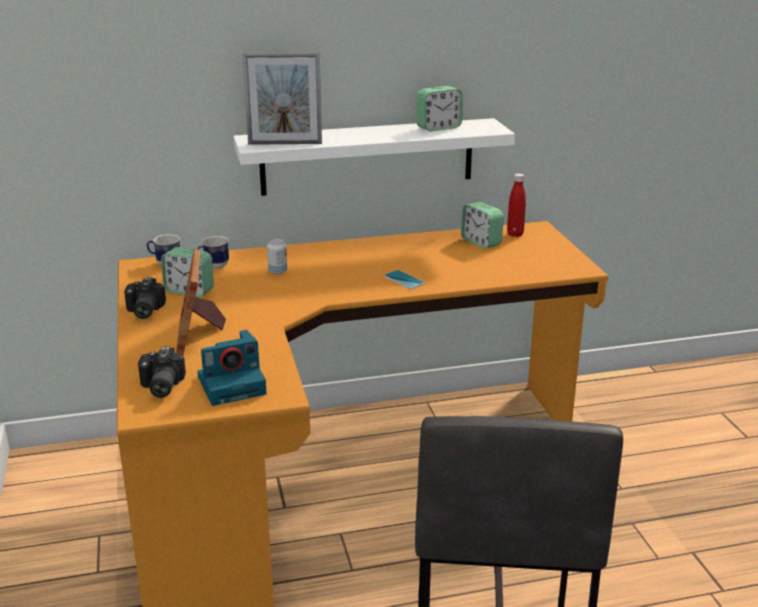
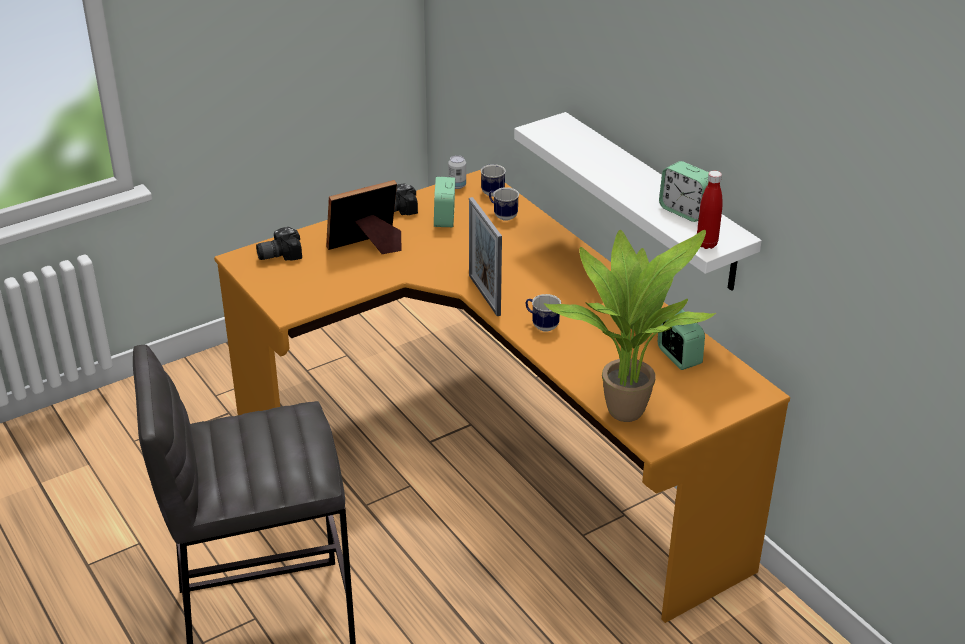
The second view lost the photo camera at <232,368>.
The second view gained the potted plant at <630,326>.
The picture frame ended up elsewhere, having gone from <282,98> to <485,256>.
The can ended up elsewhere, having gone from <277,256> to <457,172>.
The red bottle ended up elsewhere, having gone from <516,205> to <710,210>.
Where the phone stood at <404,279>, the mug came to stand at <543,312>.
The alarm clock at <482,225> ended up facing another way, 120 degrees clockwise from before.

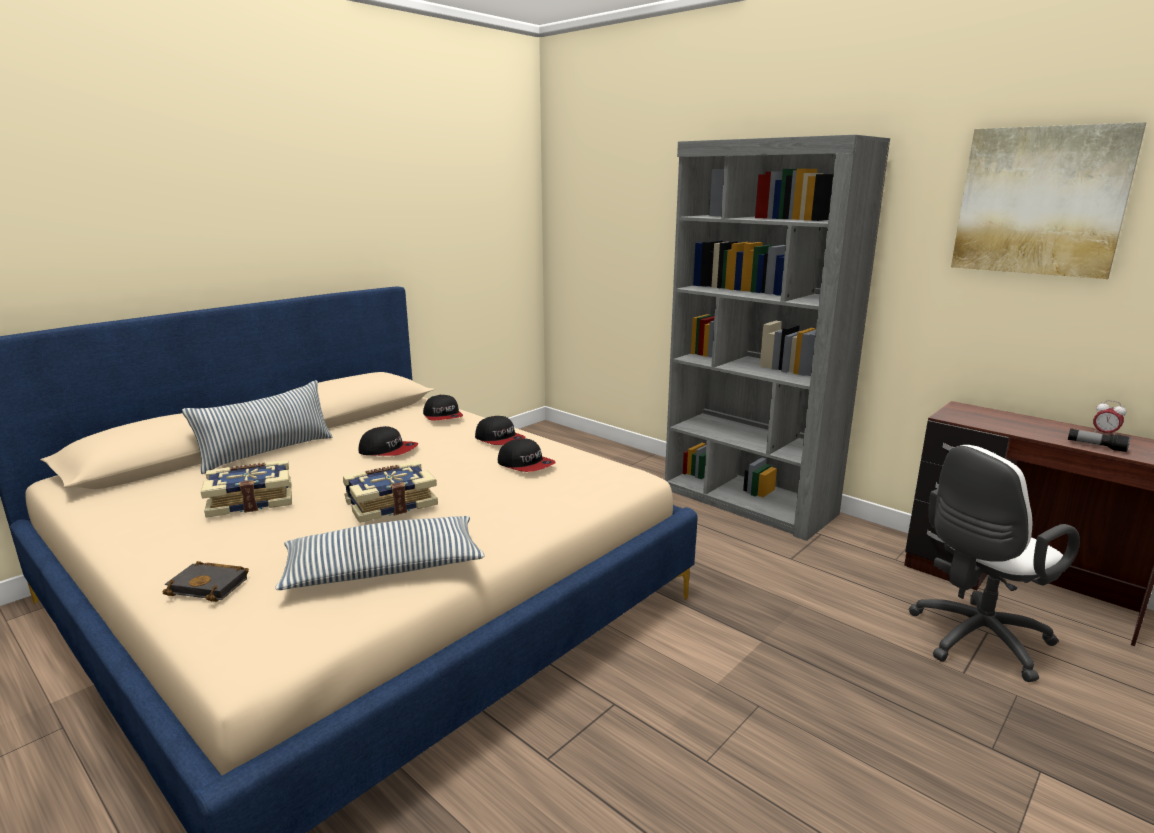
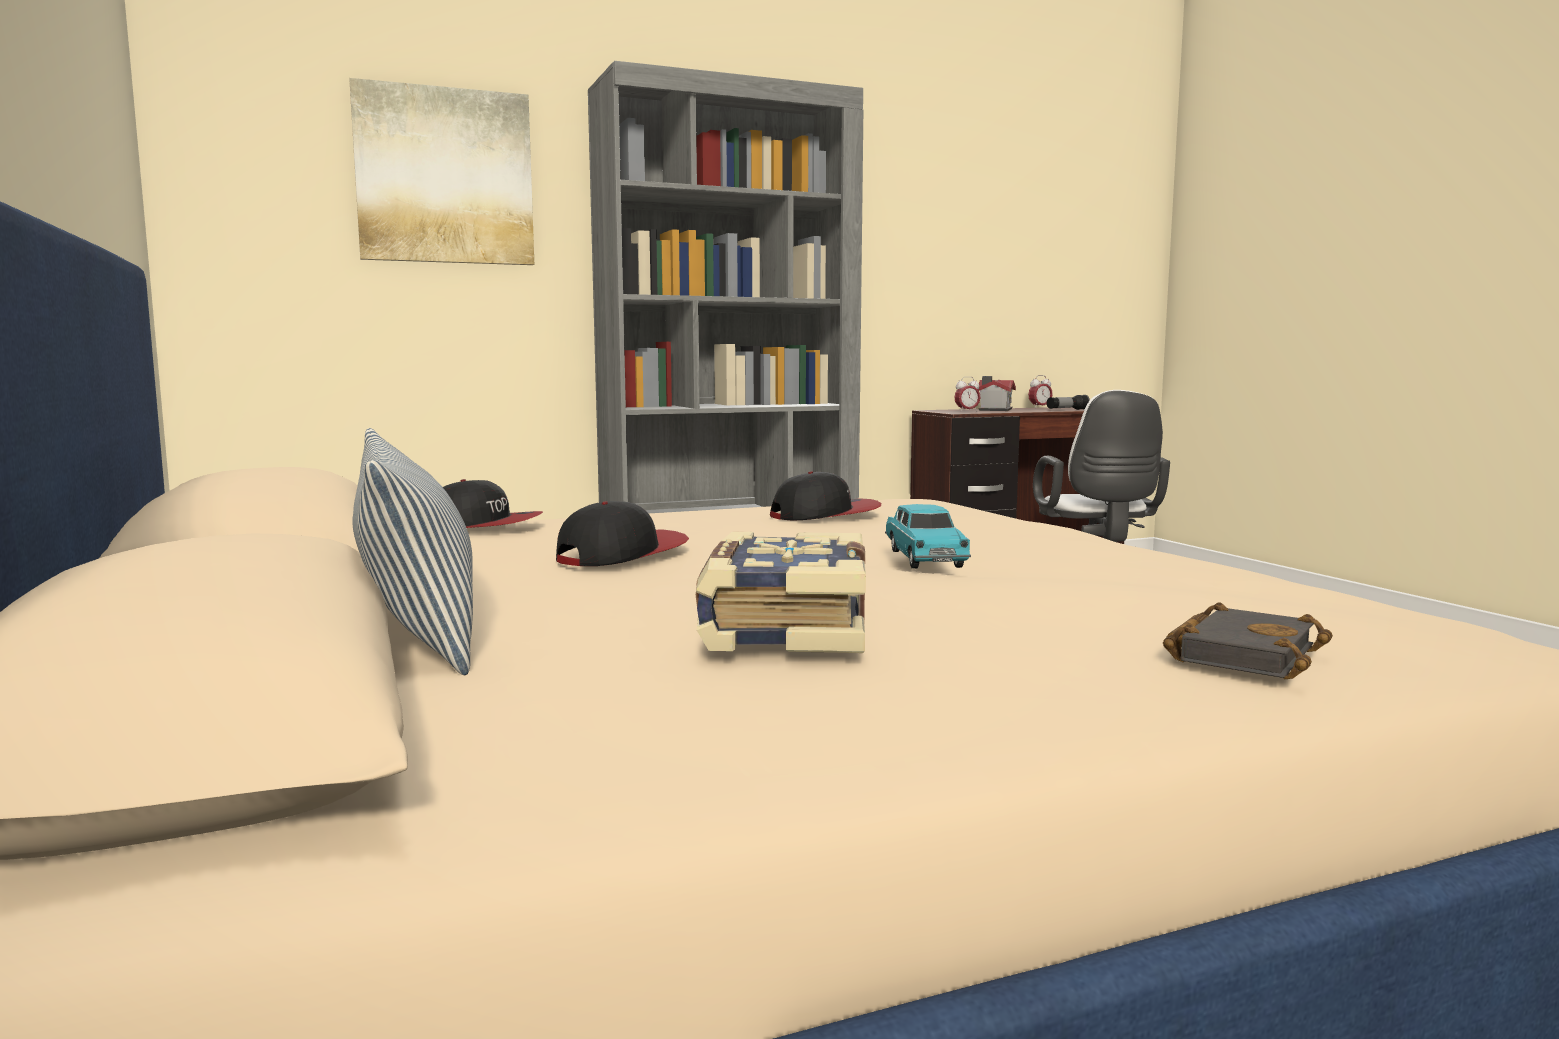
The second view lost the pillow at <379,553>.
The second view lost the cap at <500,430>.
The second view gained the alarm clock at <967,394>.
The second view gained the toy house at <997,393>.
The picture ended up elsewhere, having gone from <1048,200> to <441,171>.
Where the book stood at <390,492>, the turquoise toy car came to stand at <928,536>.

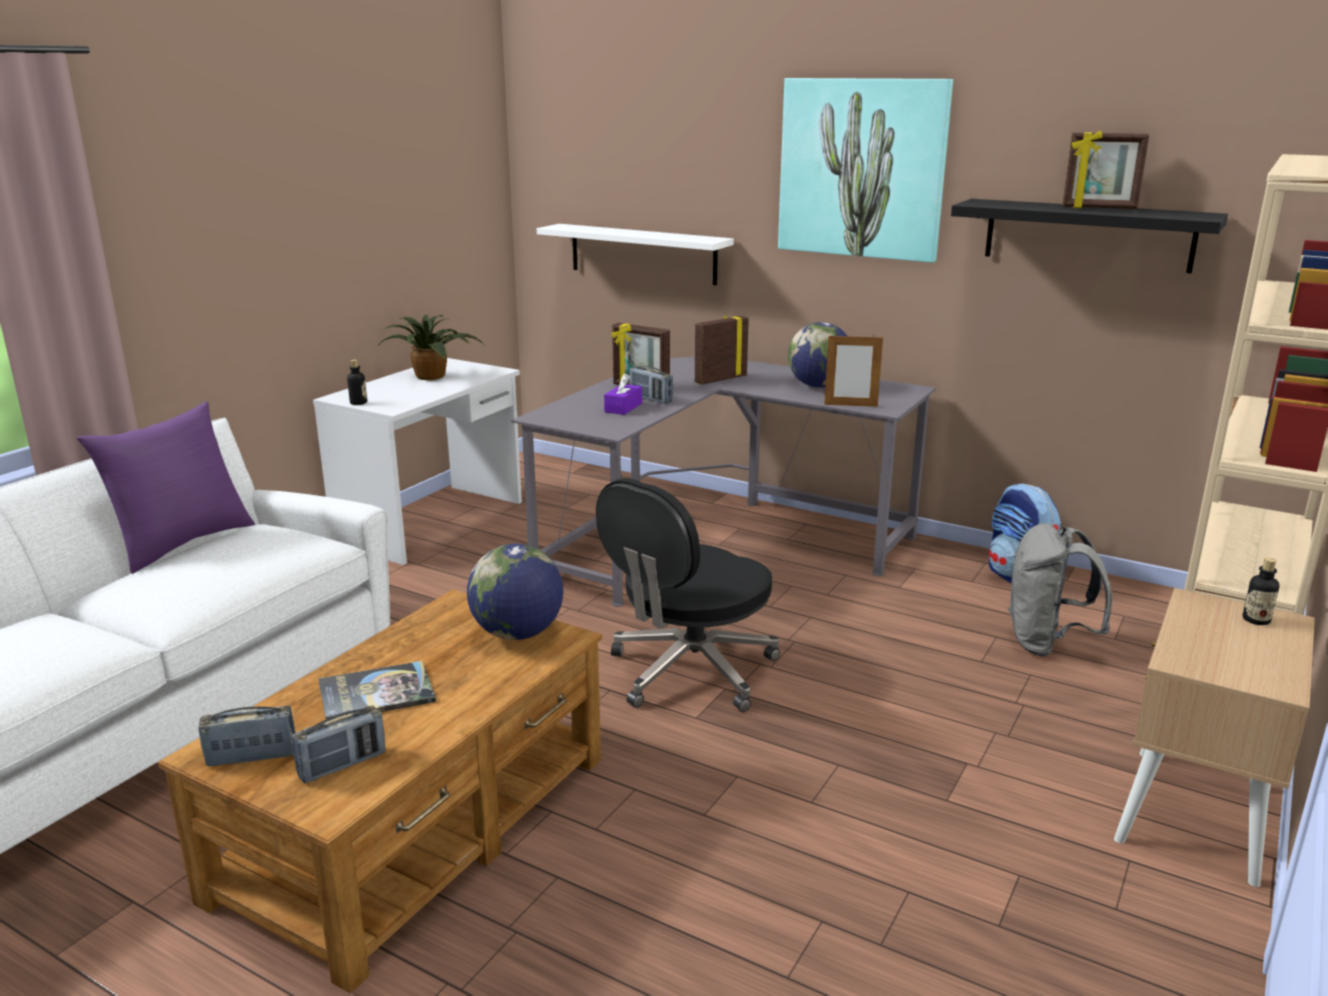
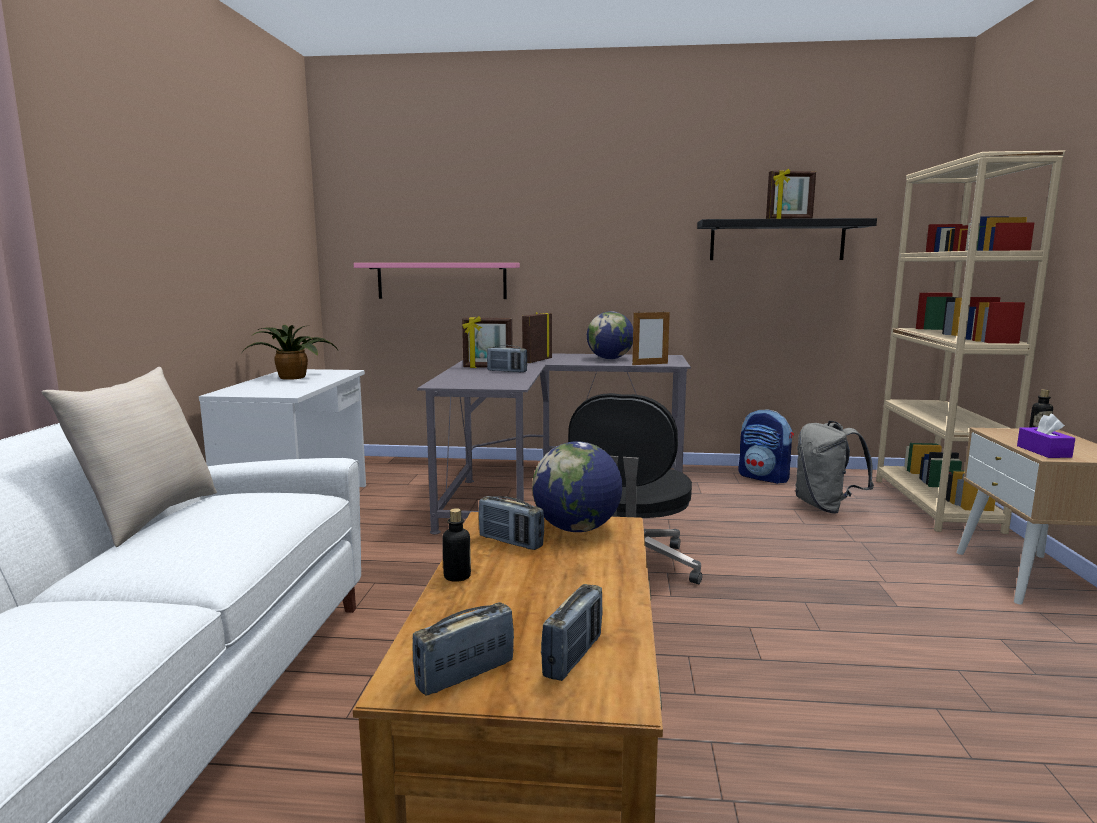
The second view lost the book at <377,690>.
The second view lost the picture at <865,170>.
The second view gained the radio at <511,523>.
The bottle ended up elsewhere, having gone from <357,382> to <456,545>.
The purple tissue box ended up elsewhere, having gone from <623,394> to <1046,436>.
What was the purple pillow at <165,487> turned into the beige pillow at <129,457>.
What was the white shelf at <635,254> turned into the pink shelf at <437,281>.

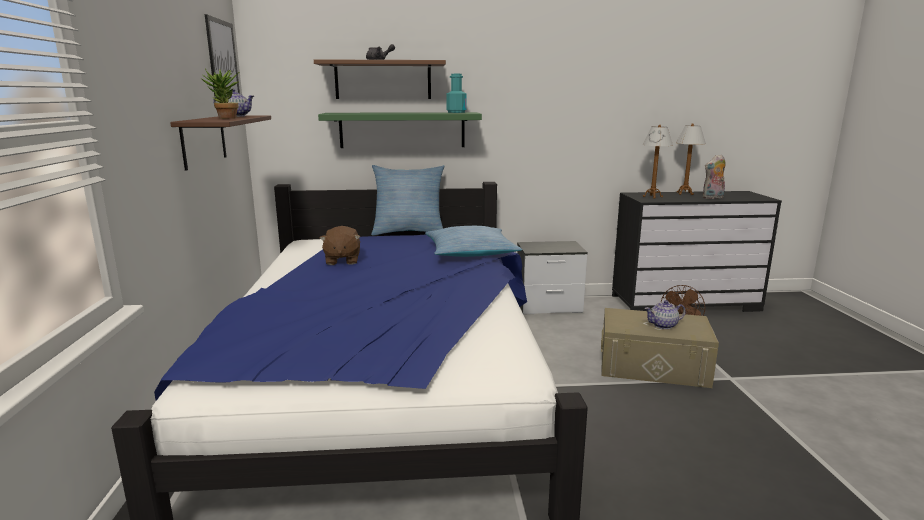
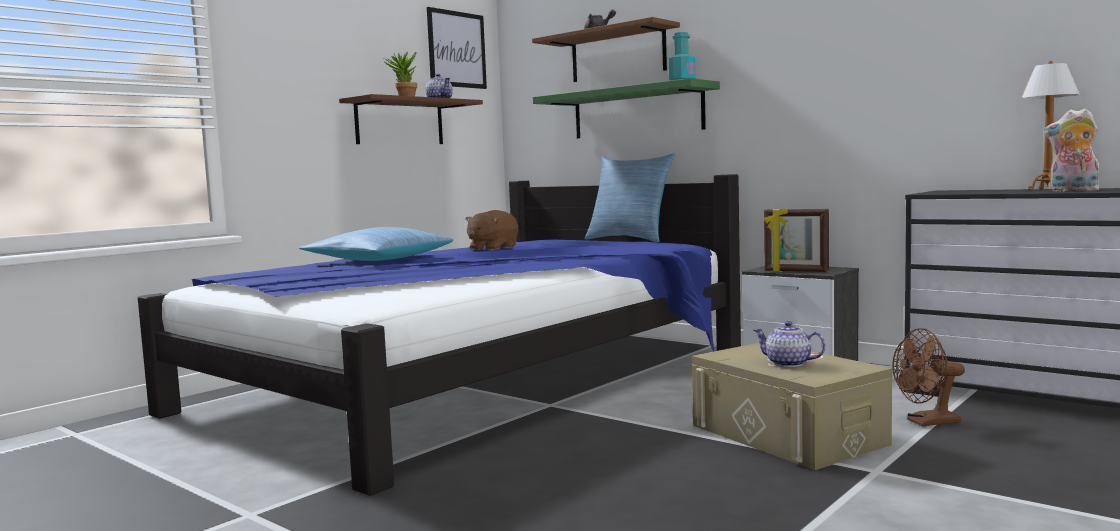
The second view lost the table lamp at <658,161>.
The second view gained the picture frame at <796,239>.
The pillow ended up elsewhere, having gone from <473,241> to <376,244>.

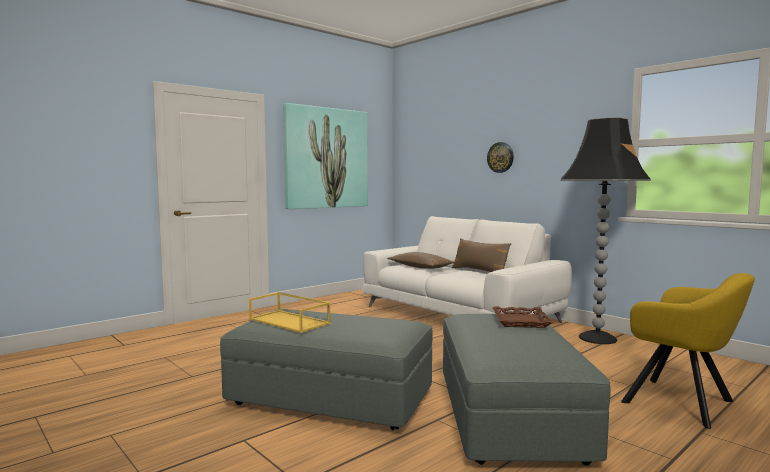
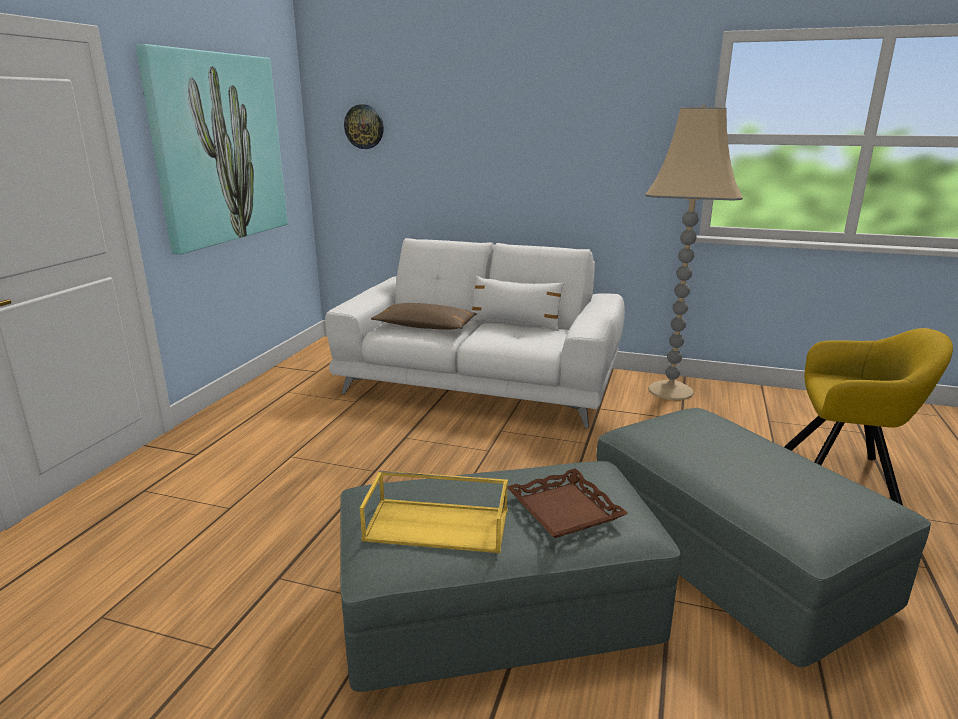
The wall clock ended up elsewhere, having gone from <500,157> to <364,126>.
The brown tray ended up elsewhere, having gone from <522,317> to <567,503>.
What was the brown pillow at <481,255> turned into the white pillow at <517,303>.
What was the black floor lamp at <605,230> turned into the beige floor lamp at <694,252>.

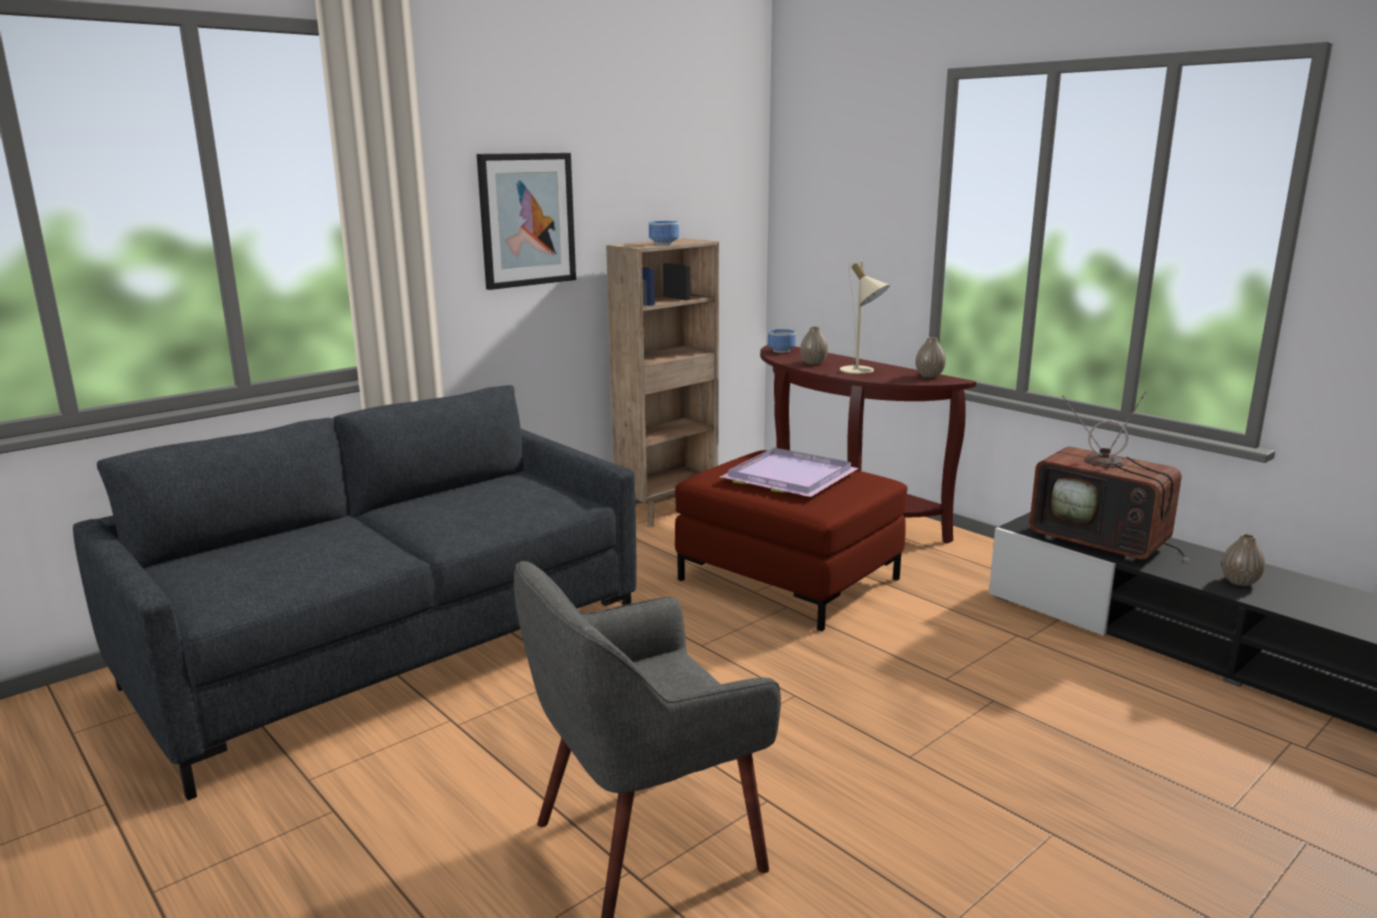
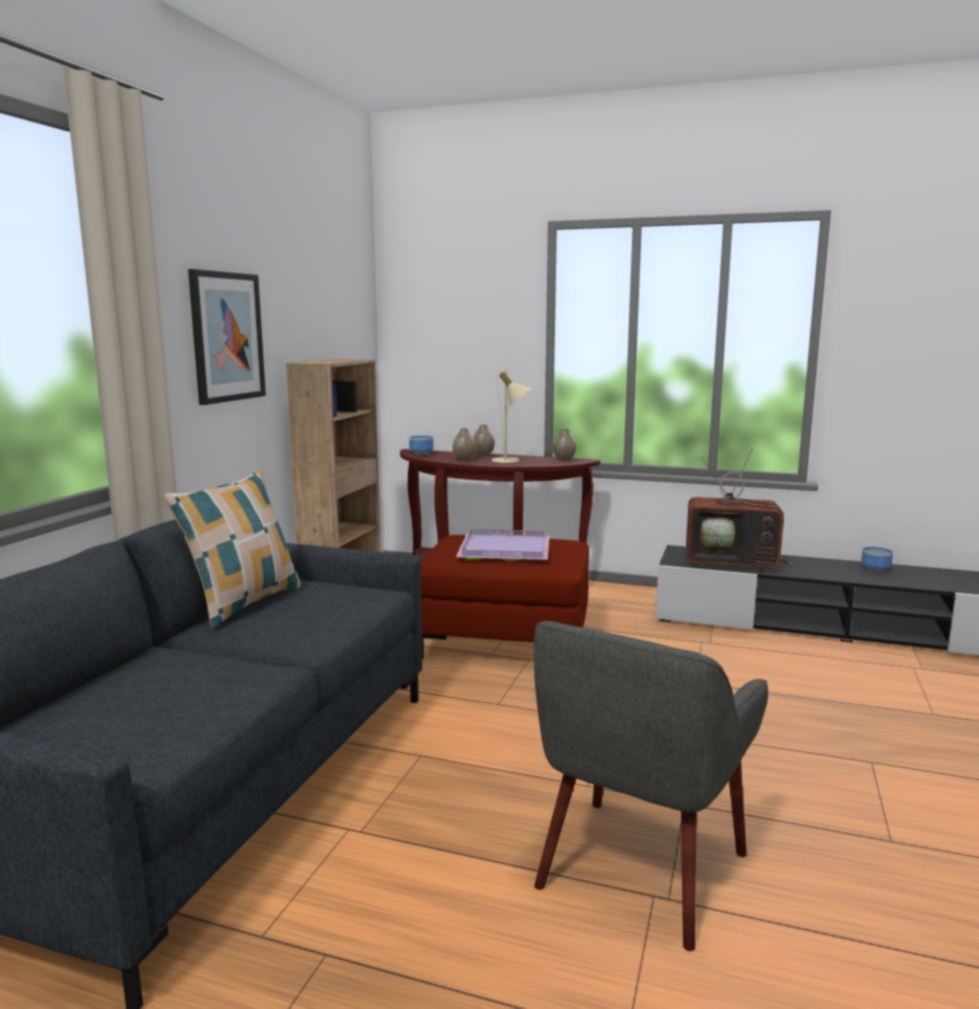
The second view gained the pillow at <232,550>.
The bowl ended up elsewhere, having gone from <664,233> to <877,559>.
The vase ended up elsewhere, having gone from <1243,560> to <484,440>.

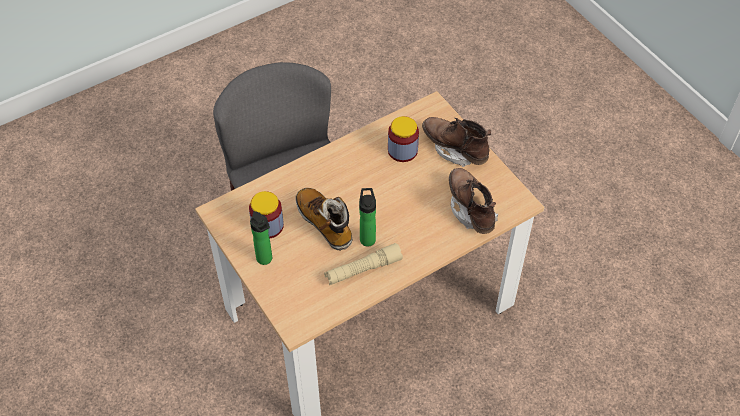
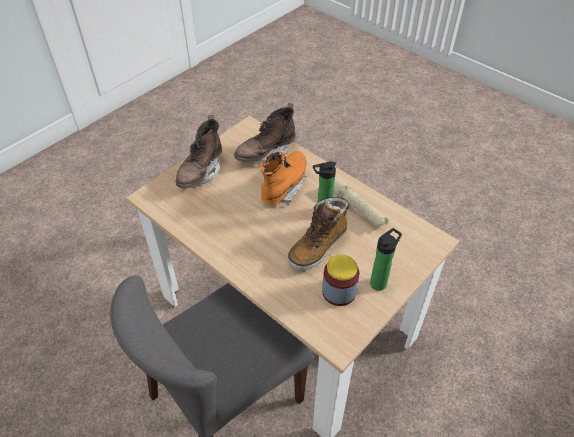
The second view lost the jar at <403,139>.
The second view gained the orange boot at <283,178>.

